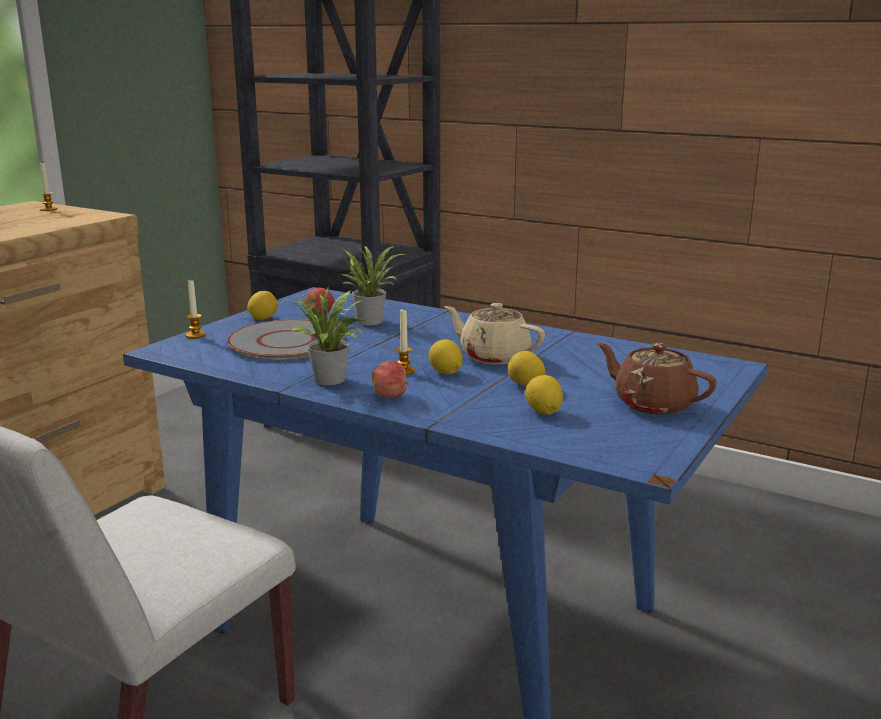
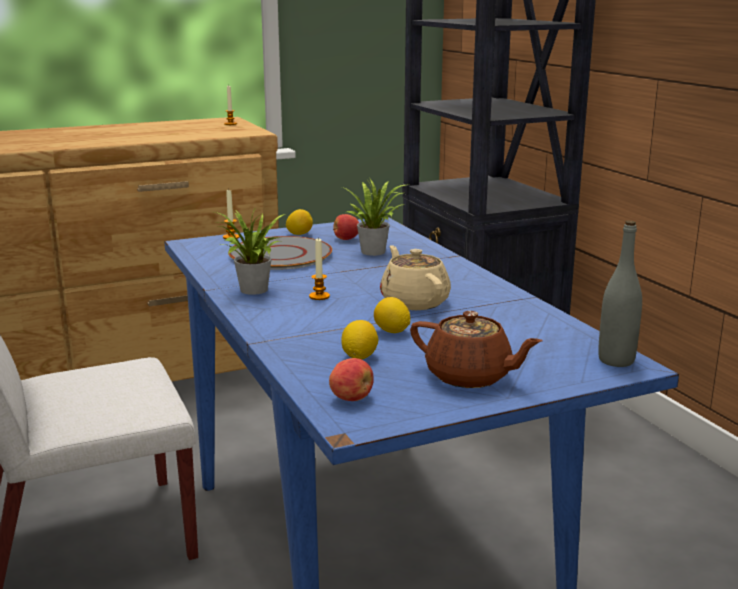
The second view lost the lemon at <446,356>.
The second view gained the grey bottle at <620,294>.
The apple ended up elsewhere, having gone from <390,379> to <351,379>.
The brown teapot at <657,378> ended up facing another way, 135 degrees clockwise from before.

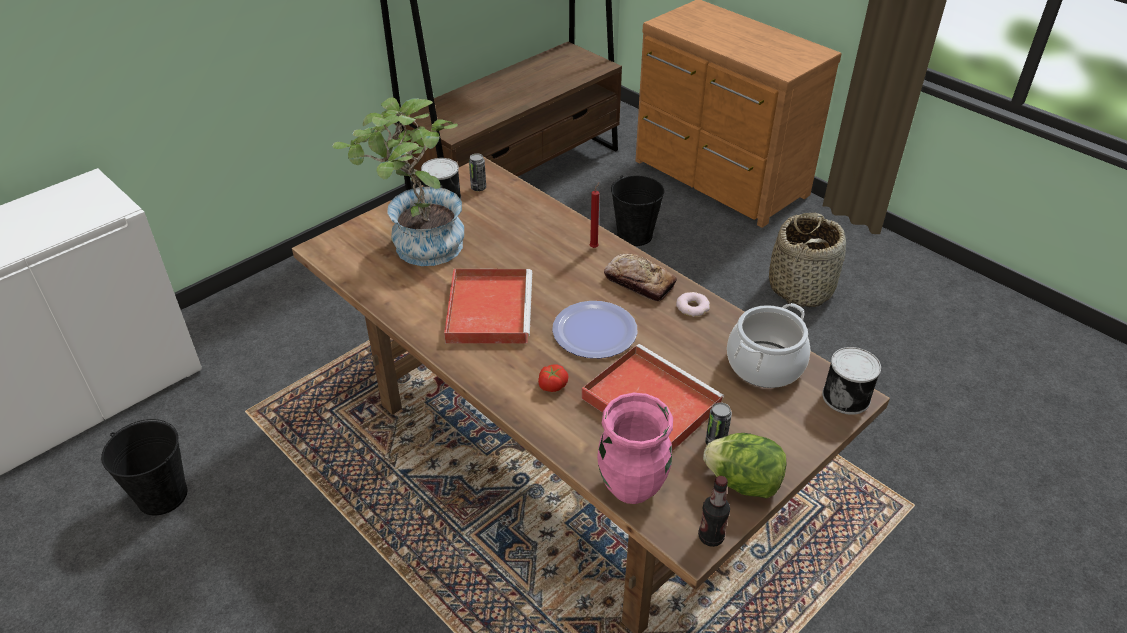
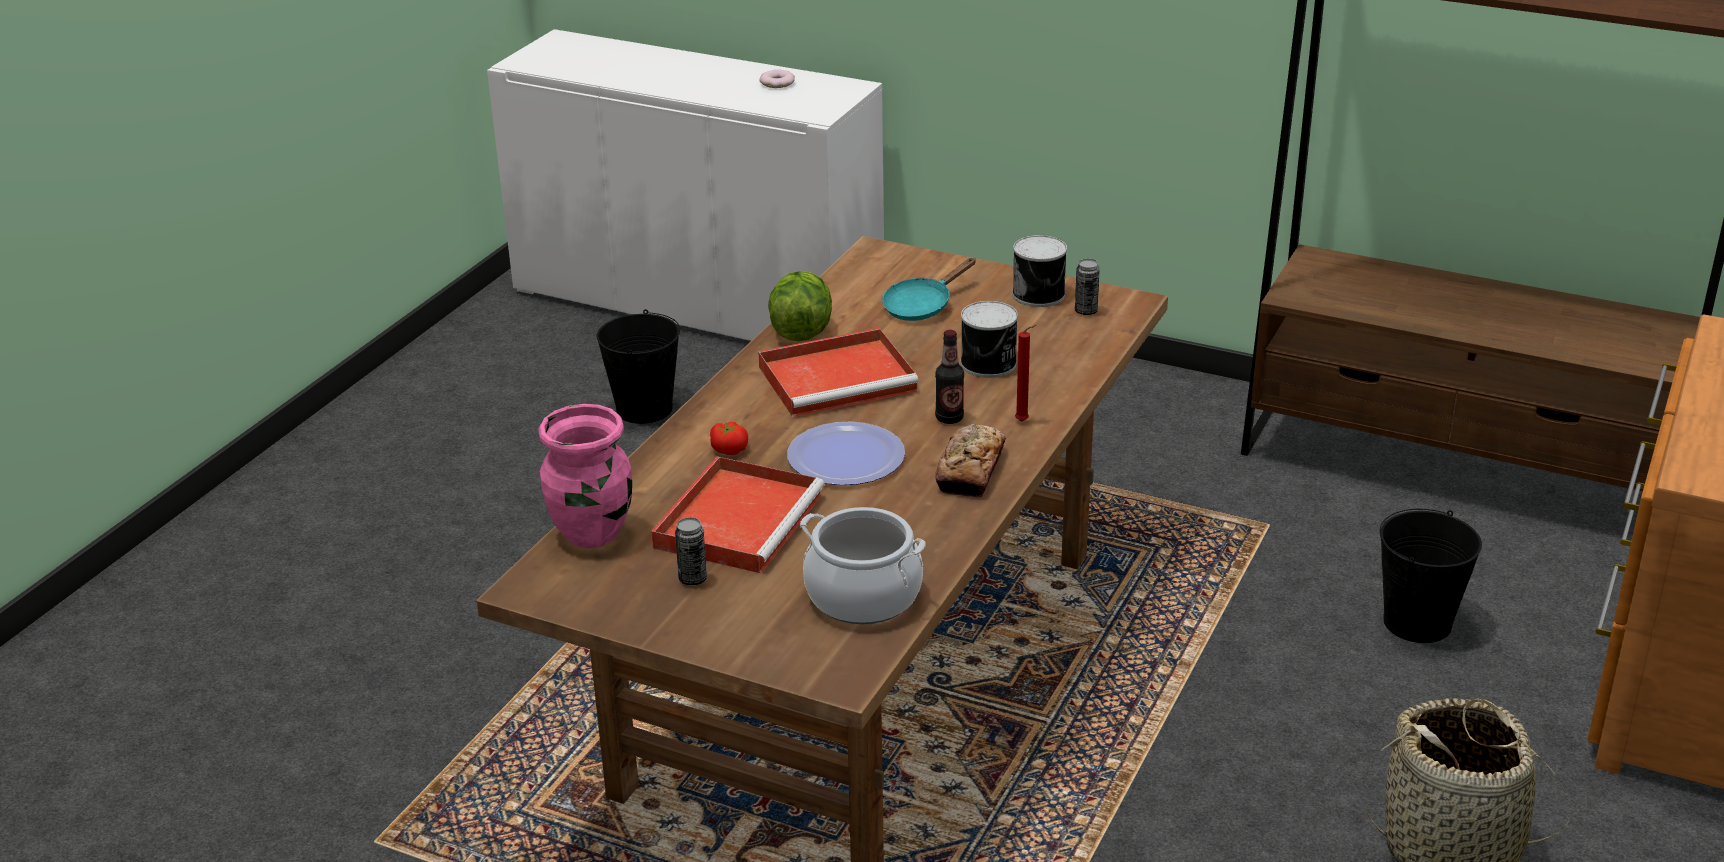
The donut ended up elsewhere, having gone from <693,304> to <777,78>.
The bottle ended up elsewhere, having gone from <714,511> to <949,377>.
The lettuce ended up elsewhere, having gone from <744,466> to <800,306>.
The can ended up elsewhere, having gone from <851,381> to <989,339>.
Where the potted plant stood at <398,181>, the turquoise frying pan came to stand at <929,289>.

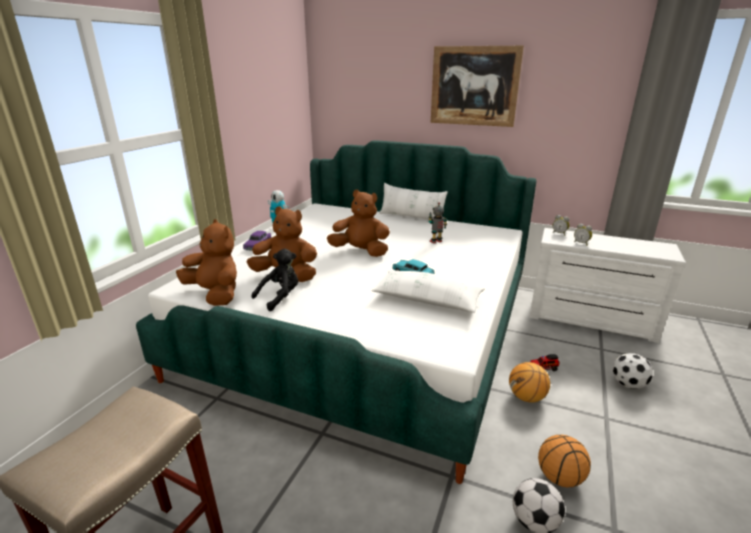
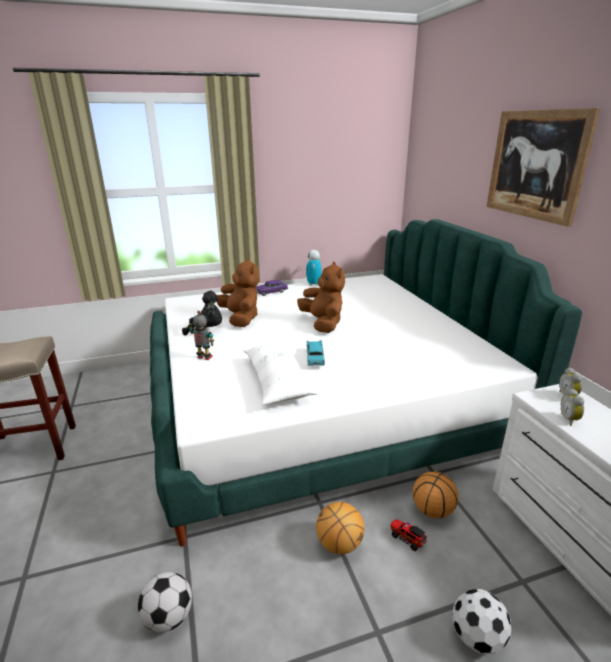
The second view lost the brown plush toy at <206,262>.
The second view lost the white pillow at <413,201>.
The toy robot ended up elsewhere, having gone from <438,223> to <201,335>.
The basketball ended up elsewhere, having gone from <564,461> to <435,494>.

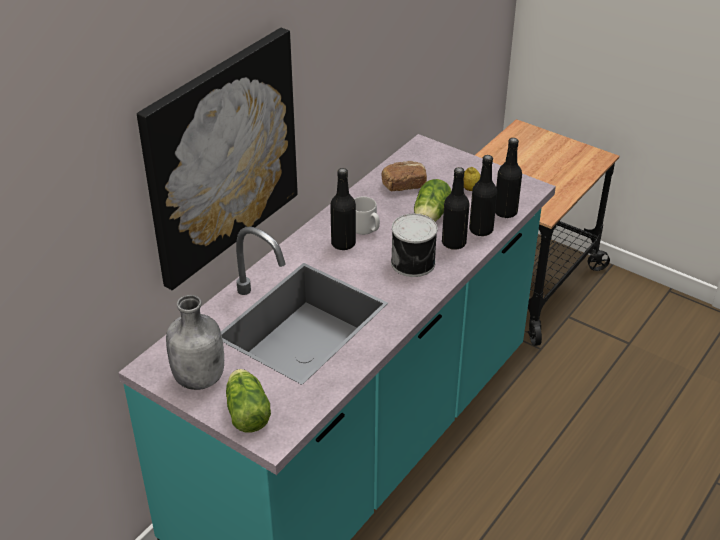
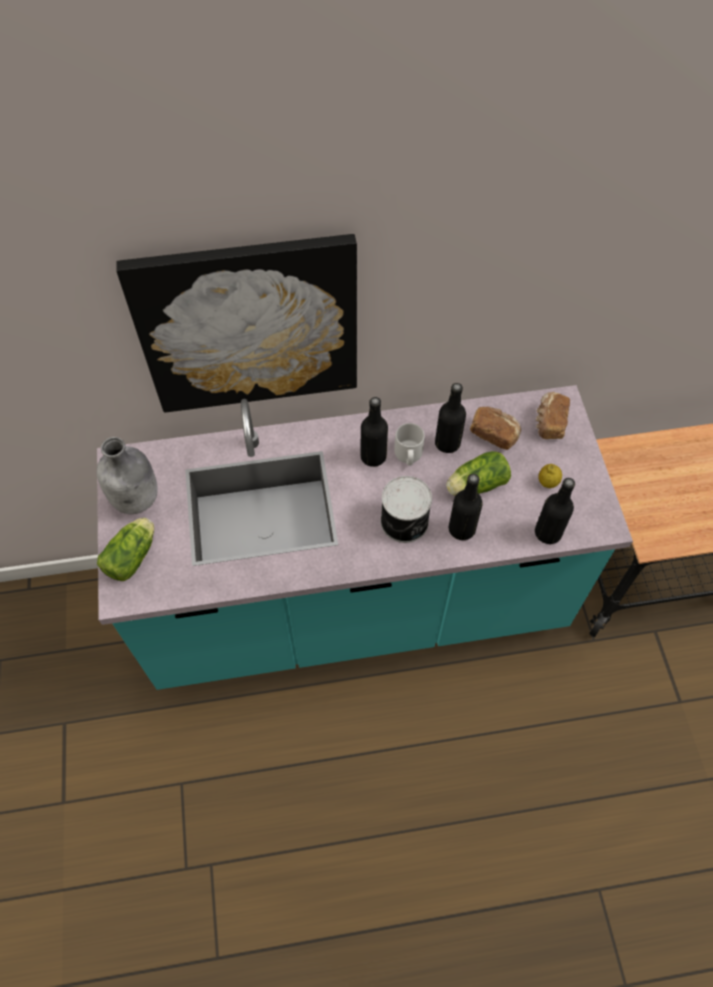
The second view gained the bread at <553,415>.
The black bottle ended up elsewhere, having gone from <483,195> to <450,418>.

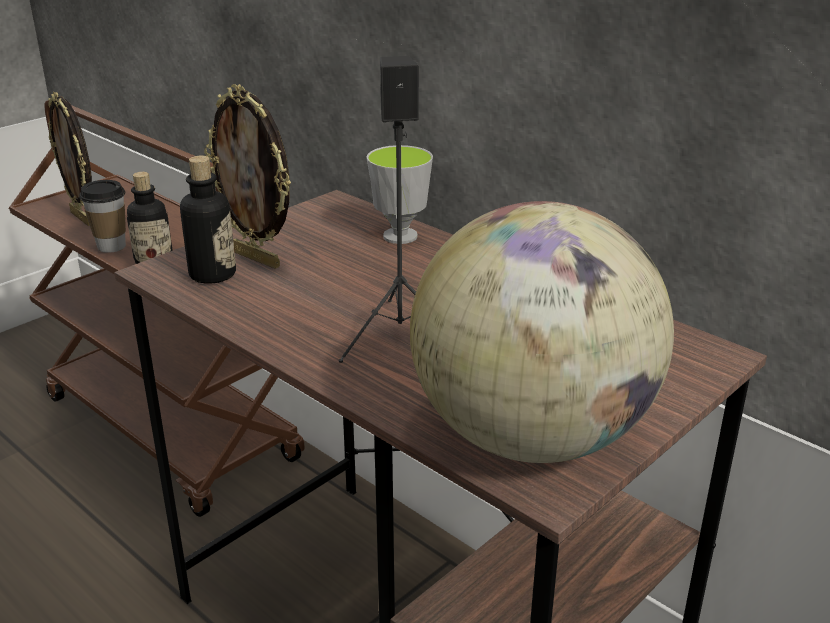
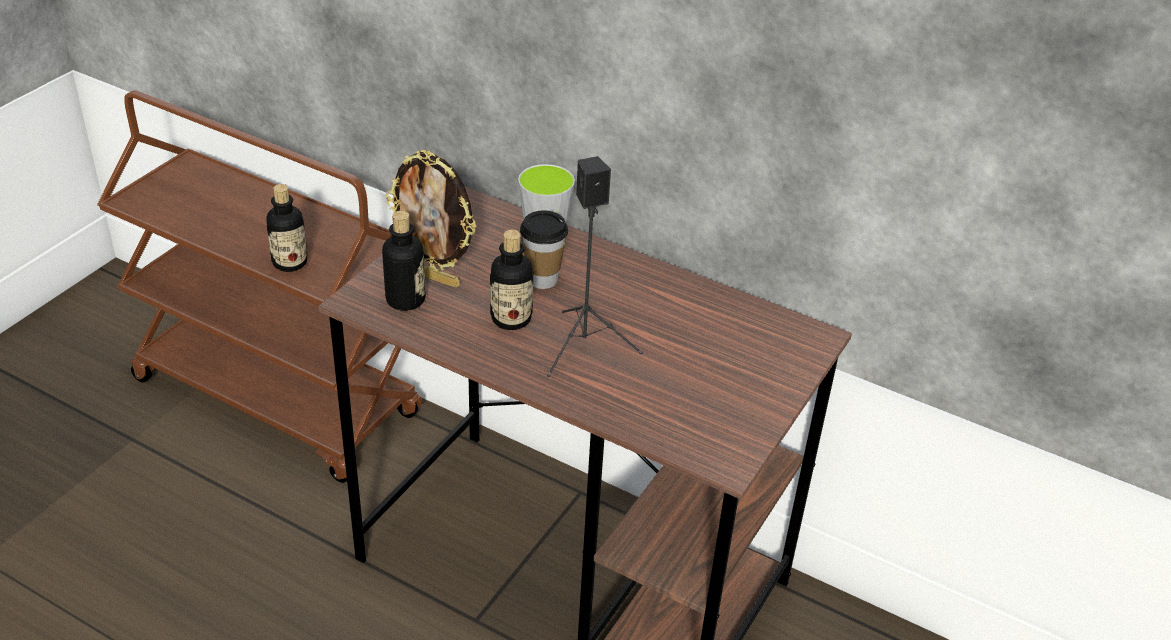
The second view lost the picture frame at <70,159>.
The second view lost the globe at <542,332>.
The second view gained the bottle at <511,279>.
The cup ended up elsewhere, having gone from <102,216> to <544,250>.

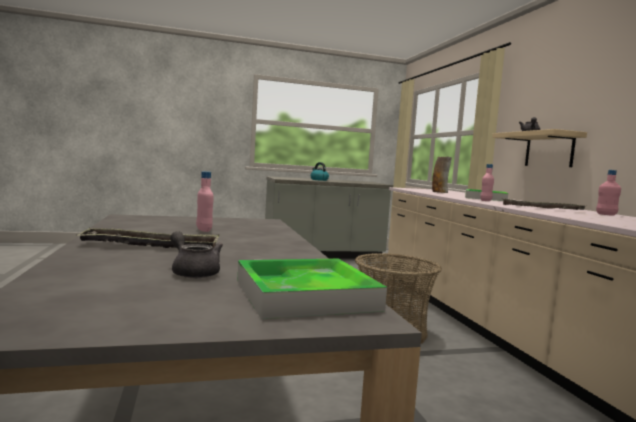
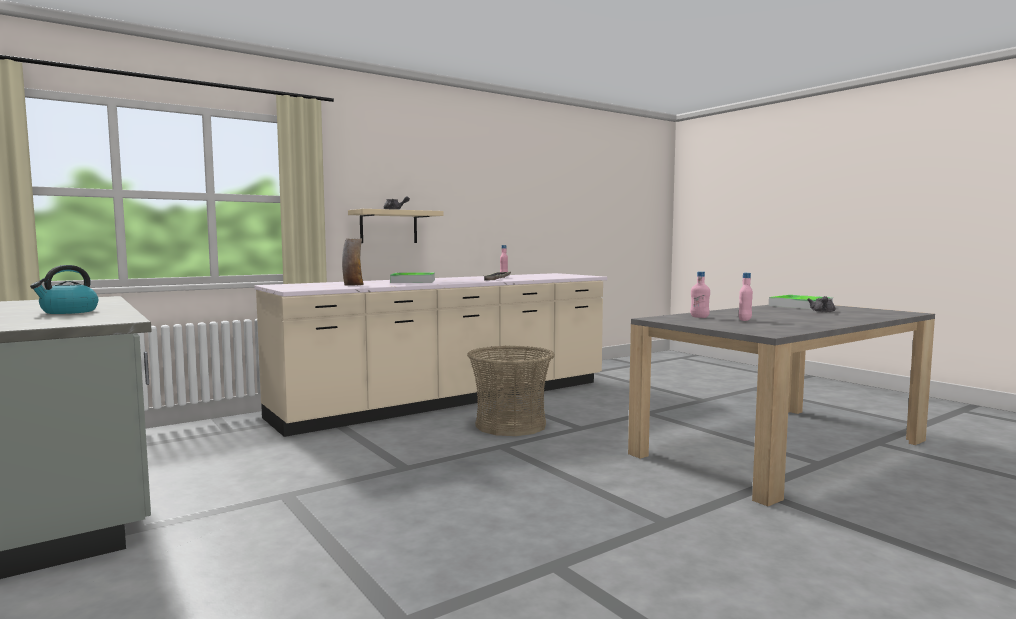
The second view lost the tray at <147,238>.
The pink bottle ended up elsewhere, having gone from <487,182> to <700,294>.

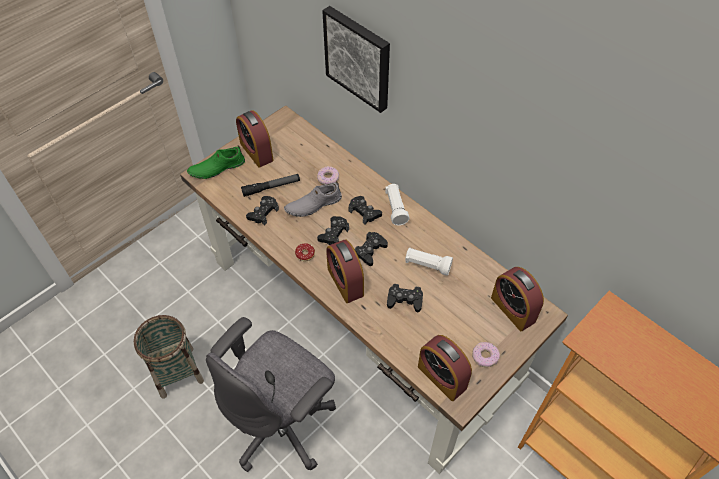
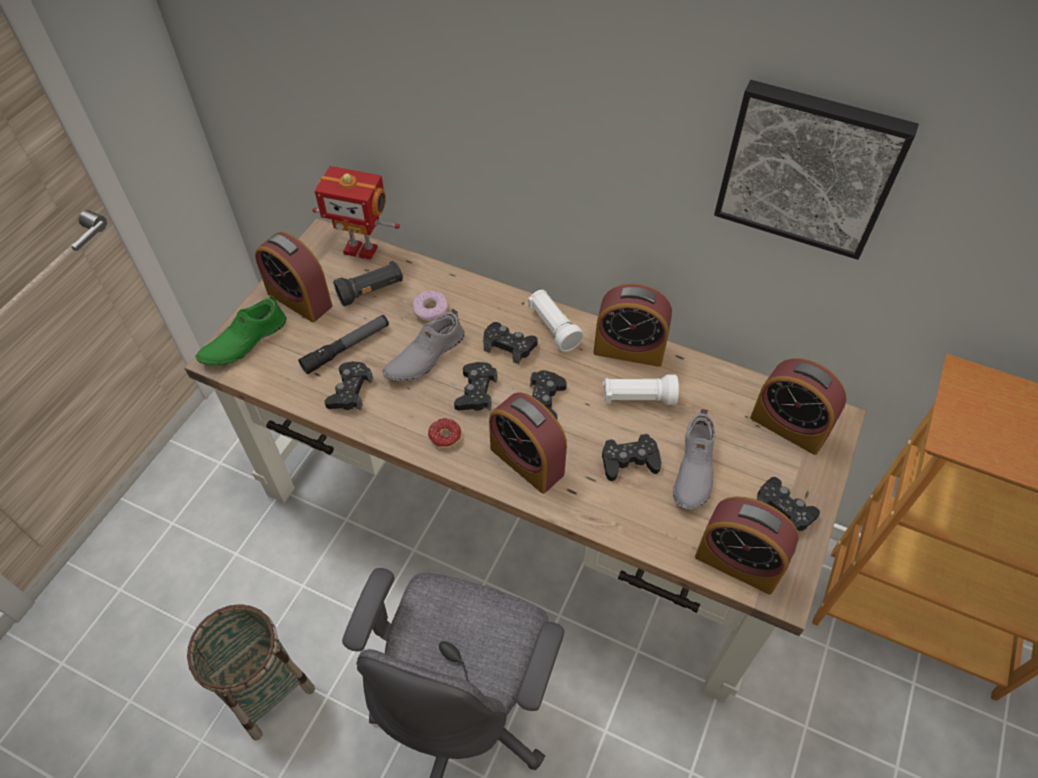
The second view gained the toy robot at <356,213>.
The second view gained the black flashlight at <368,283>.
The second view gained the alarm clock at <632,325>.
The second view gained the grey shoe at <694,459>.
The picture ended up elsewhere, having gone from <356,59> to <816,170>.
Where the donut stood at <486,354>, the black game controller came to stand at <788,504>.

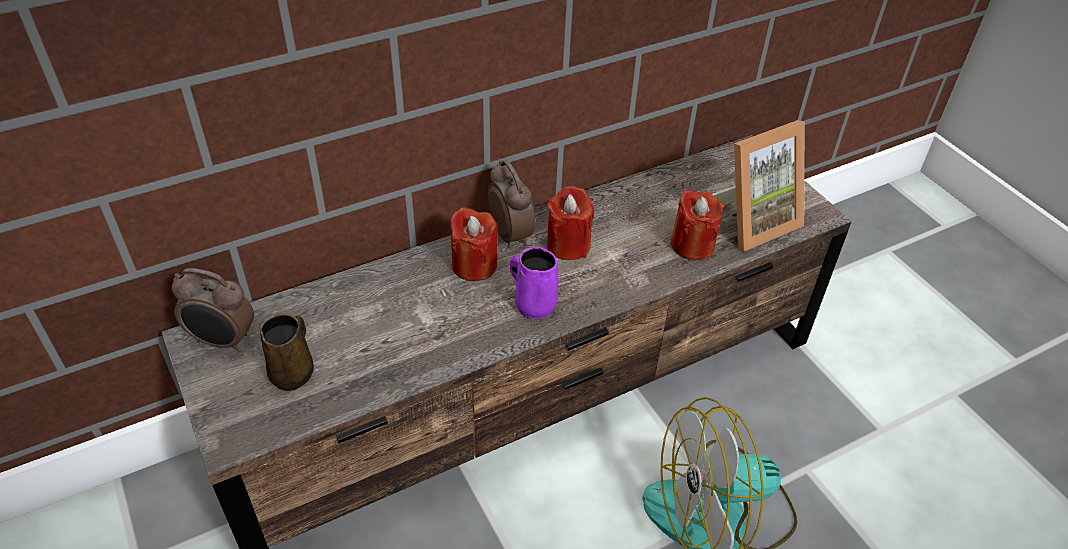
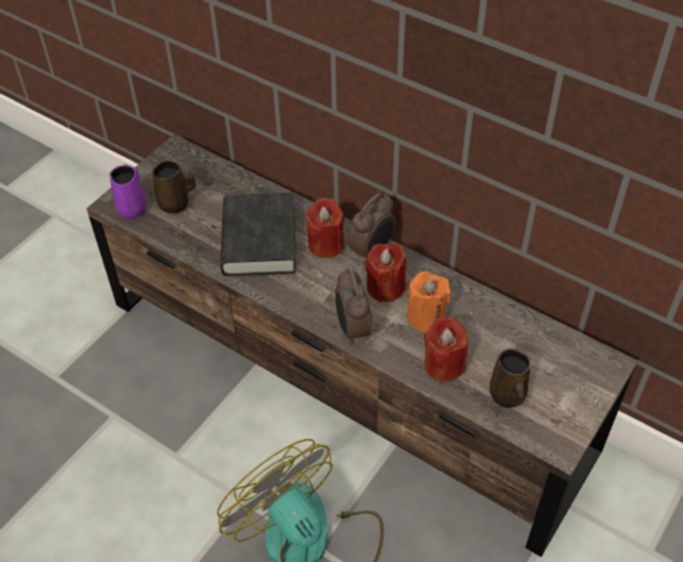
The second view gained the black book at <258,234>.
The second view gained the orange candle at <429,302>.
The alarm clock ended up elsewhere, having gone from <213,310> to <353,305>.
The purple mug ended up elsewhere, having gone from <534,282> to <127,192>.
Where the picture frame stood at <758,186>, the brown mug came to stand at <510,378>.

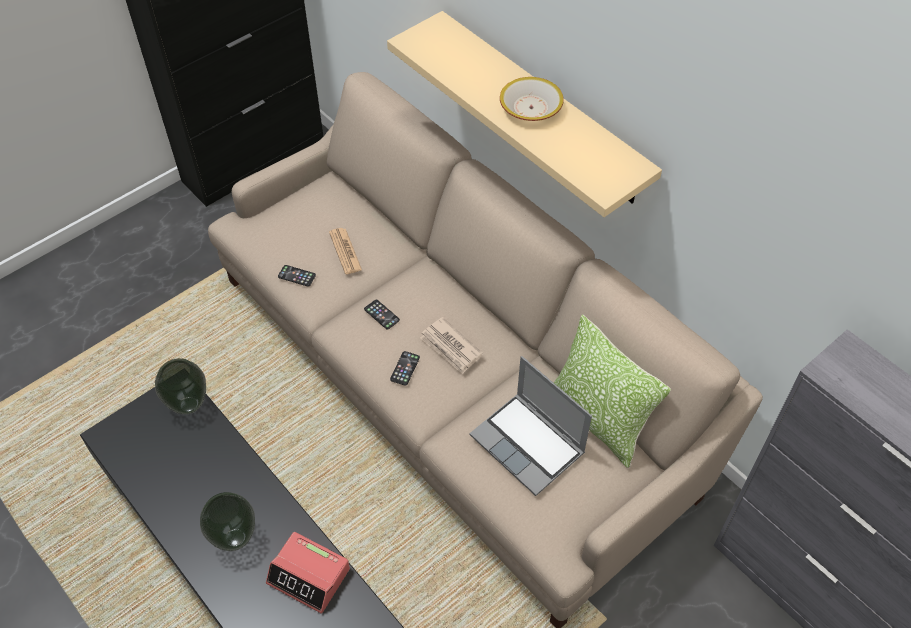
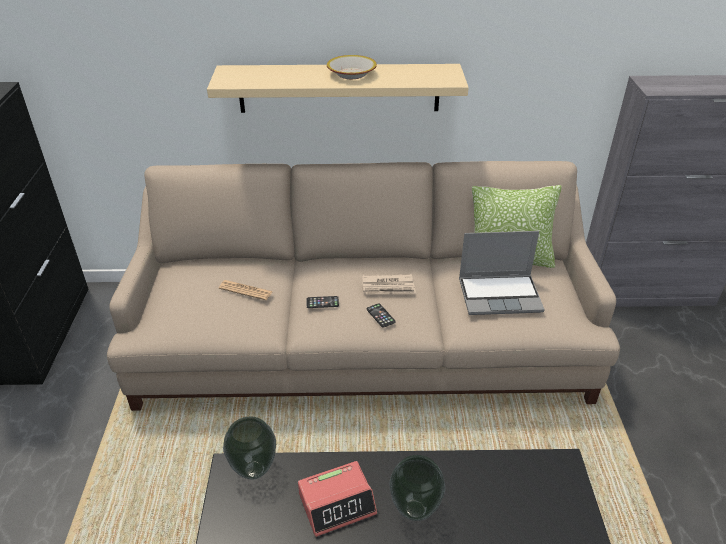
The second view lost the phone at <297,276>.
The alarm clock ended up elsewhere, having gone from <308,573> to <337,499>.

